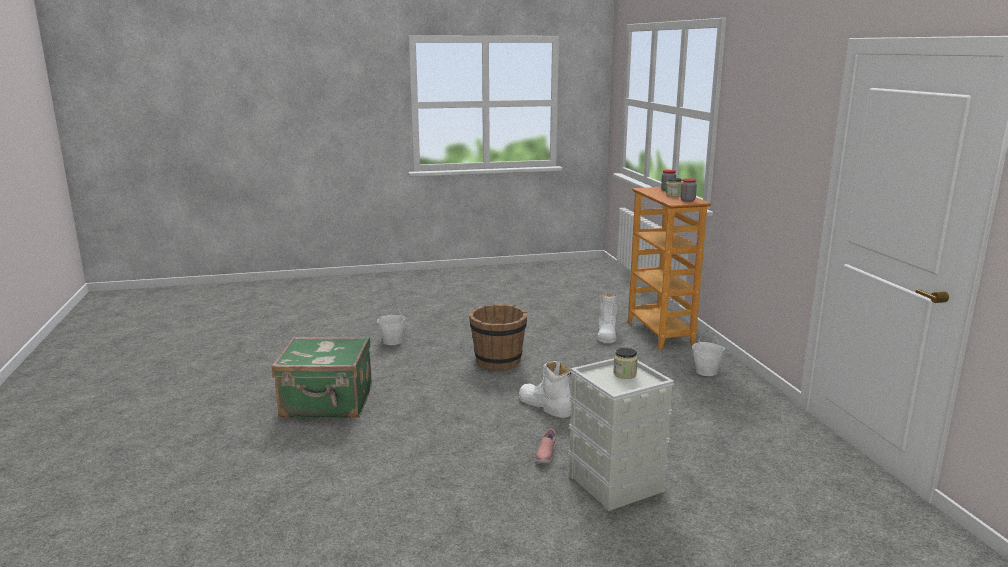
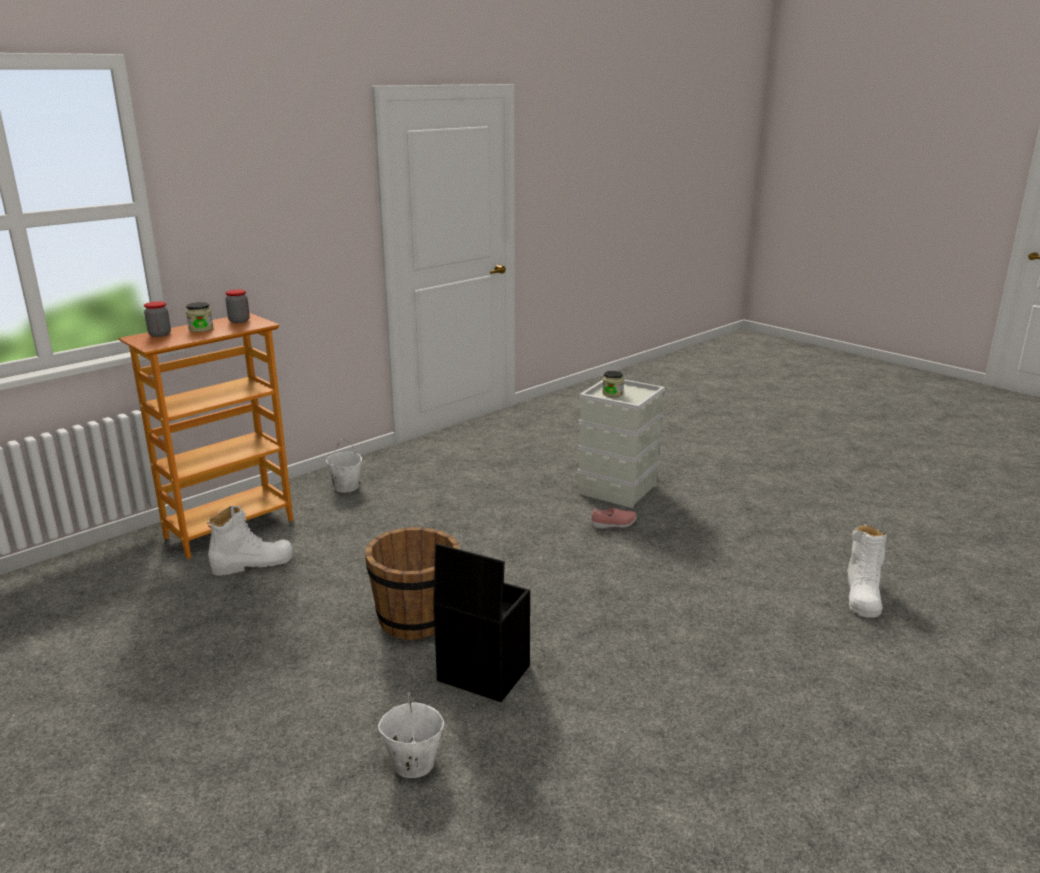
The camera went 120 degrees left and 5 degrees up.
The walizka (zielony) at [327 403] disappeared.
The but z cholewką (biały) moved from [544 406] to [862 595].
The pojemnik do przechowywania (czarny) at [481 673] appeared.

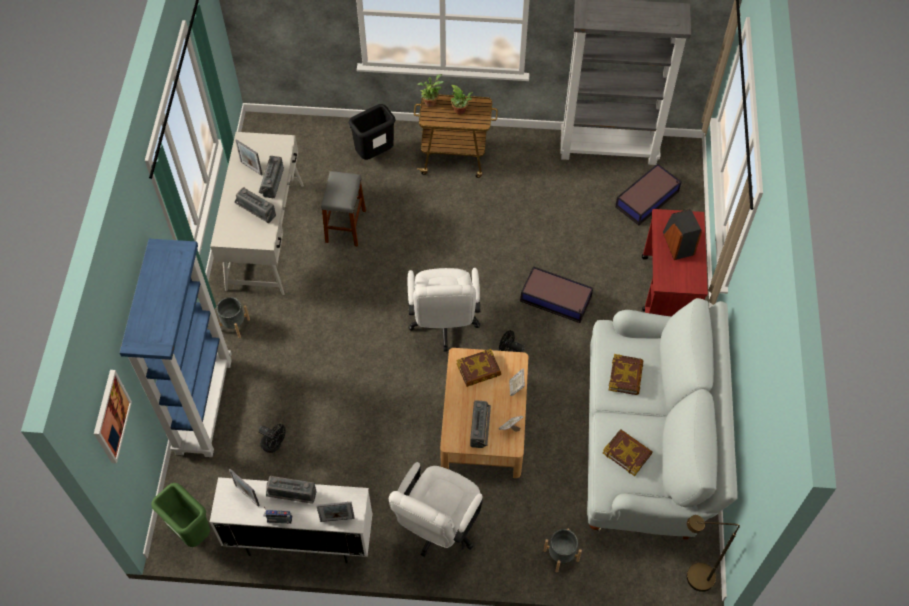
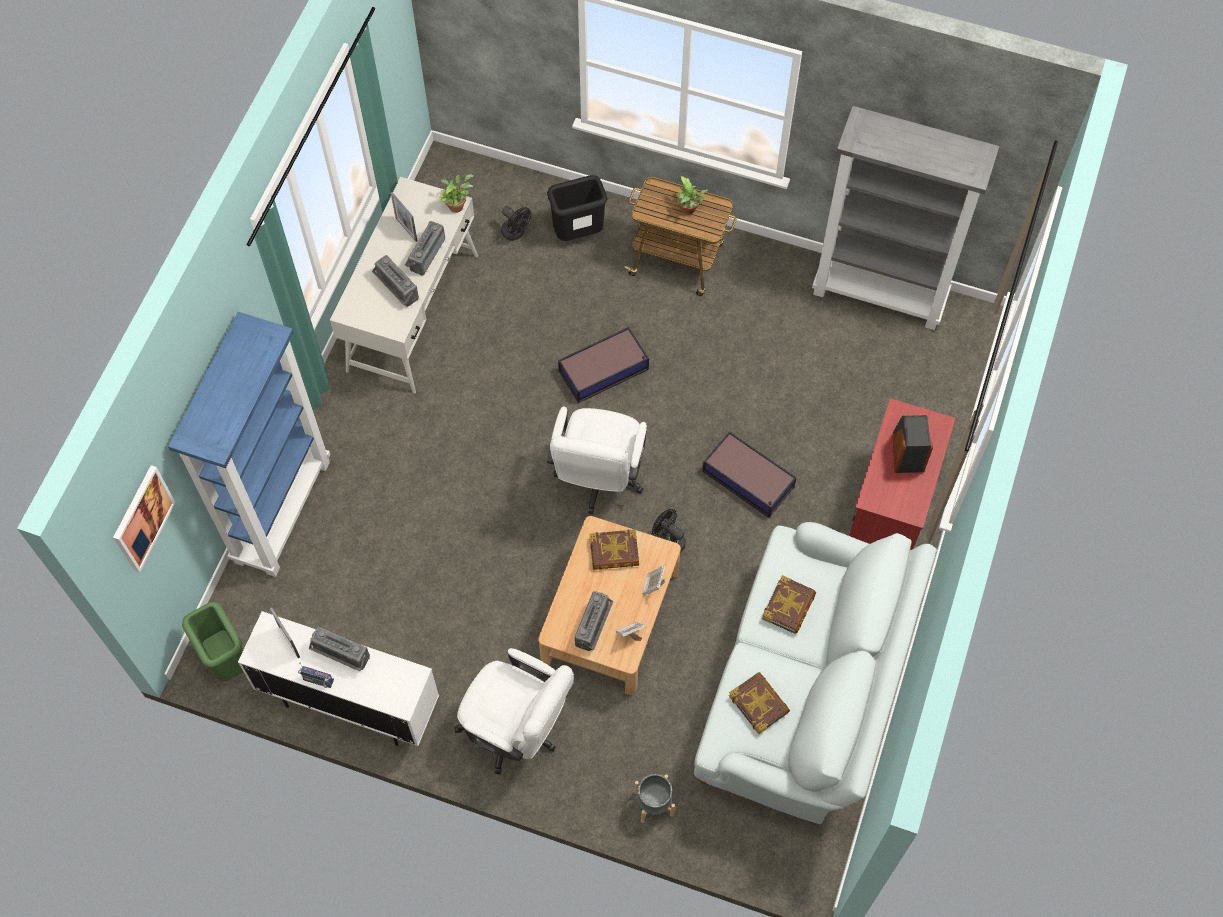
The camera went 15 degrees right and 5 degrees up.
The donica (szary) at [234 325] disappeared.
The wentylator (czarny) moved from [274 445] to [515 233].
The ramka na zdjęcie at [337 519] disappeared.
The stołek (szary) at [345 226] disappeared.
The krzesło biurowe (biały) at [438 527] turned 105 degrees counterclockwise.
The roślina doniczkowa moved from [430 101] to [457 205].
The pojemnik do przechowywania moved from [648 199] to [604 370].
The lampa stojąca (brązowy) at [692 578] disappeared.

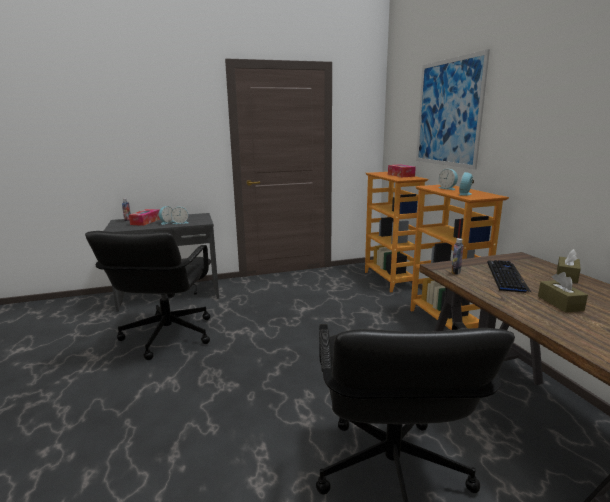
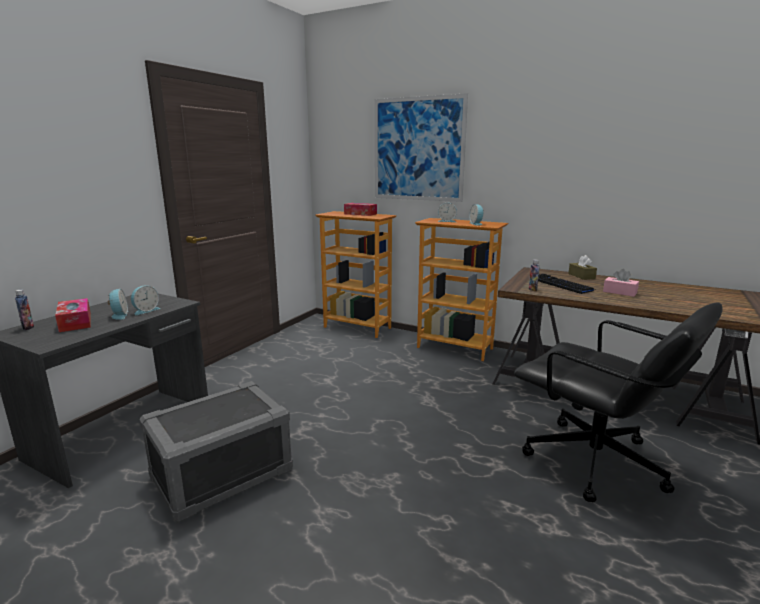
The camera went 45 degrees left and 0 degrees up.
The krzesło biurowe (czarny) at [167 336] was replaced by the pojemnik do przechowywania (szary) at [222 474].
The pudełko chusteczek (brązowy) at [560 303] became the pudełko chusteczek (różowy) at [619 292].

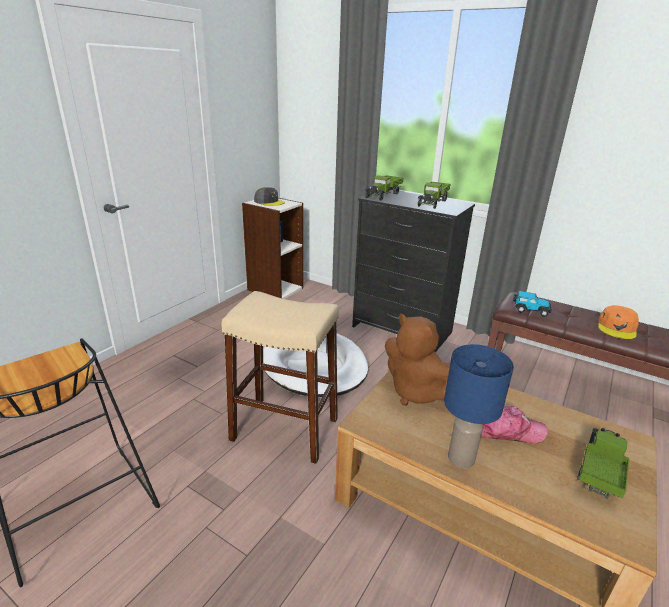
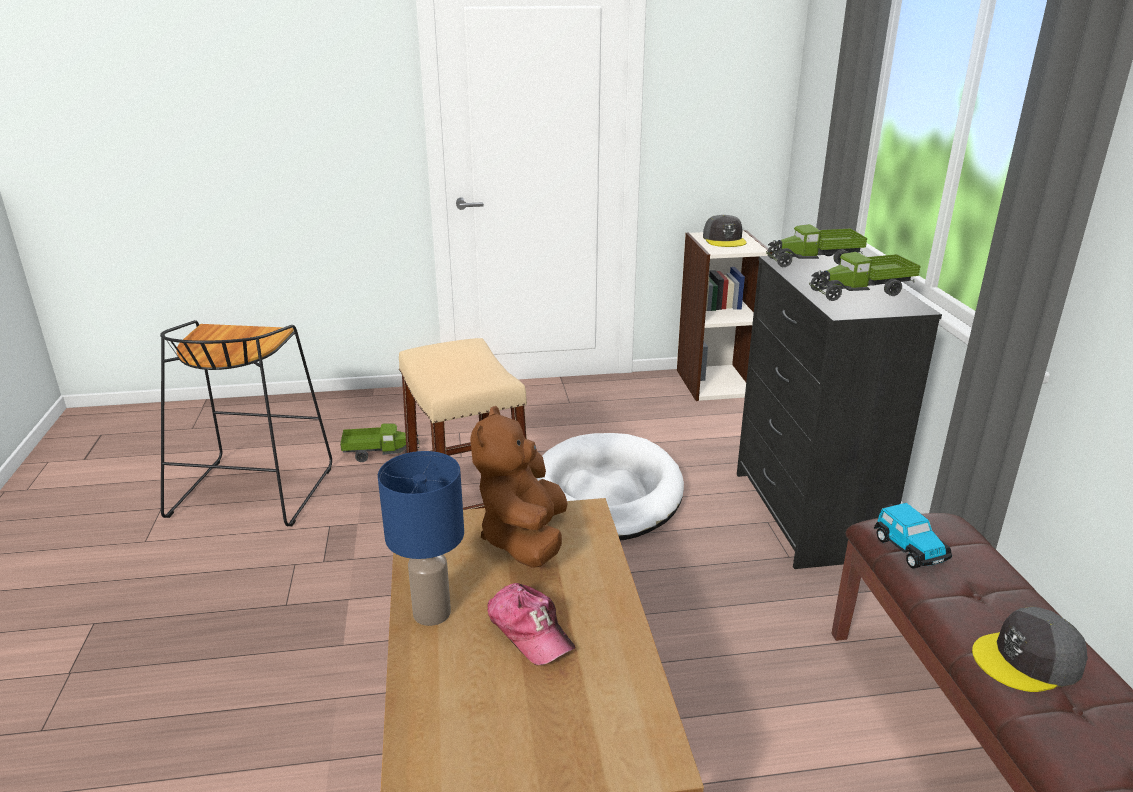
The camera went 50 degrees right and 0 degrees up.
The ciężarówka zabawkowa moved from [599 471] to [381 453].
The czapka z daszkiem (pomarańczowy) at [617 328] became the czapka z daszkiem (szary) at [1028 660].

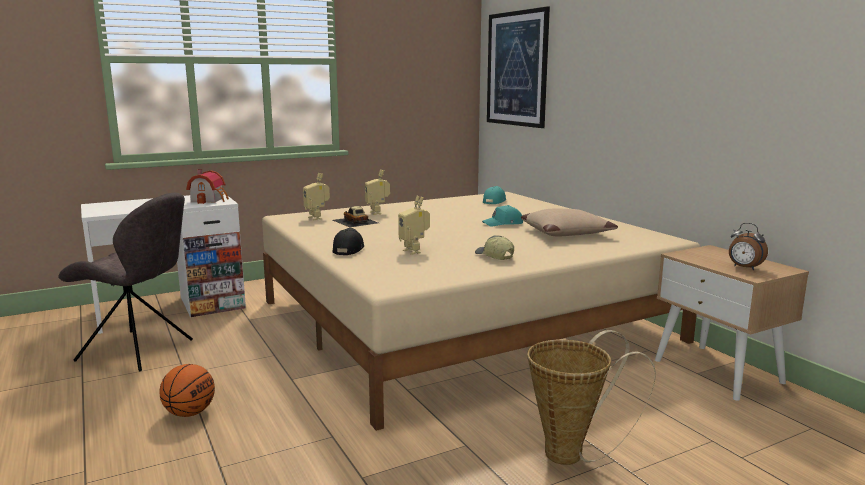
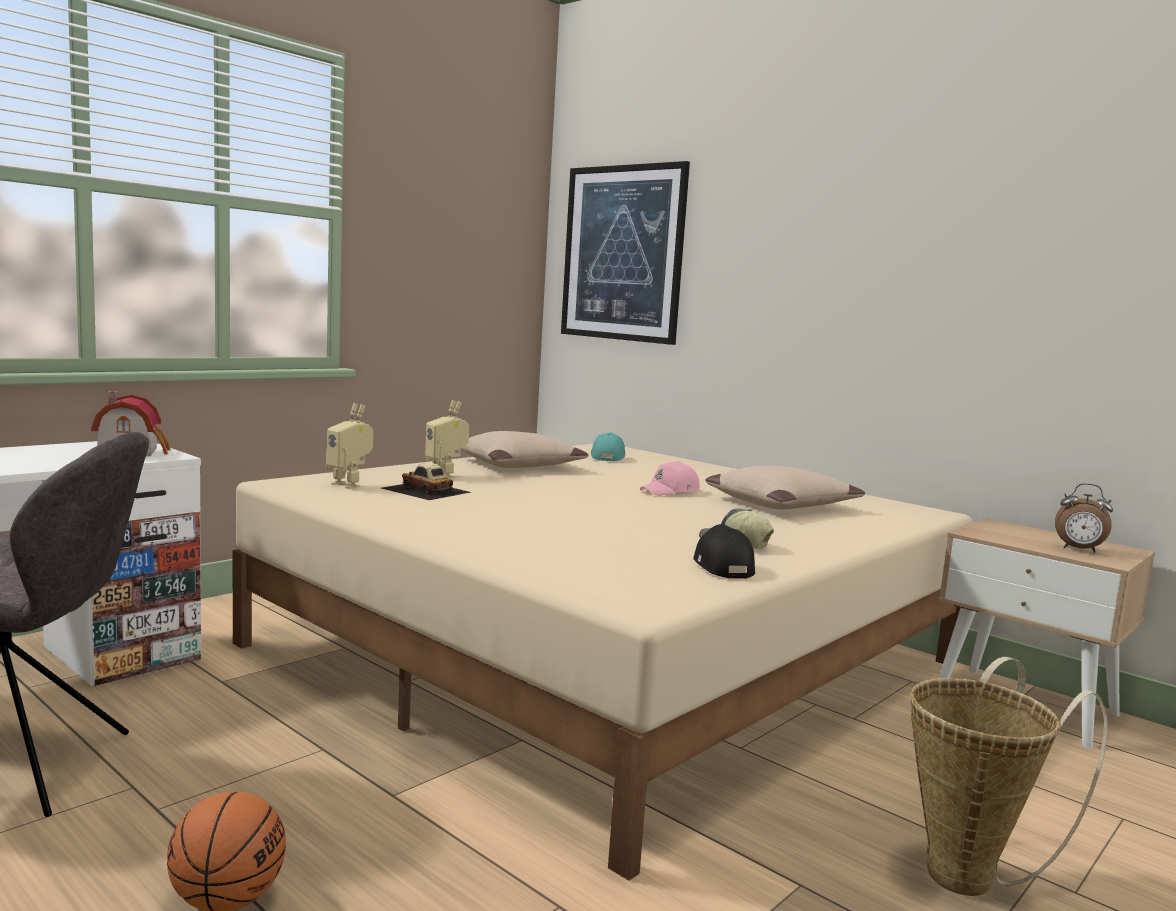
The camera went 20 degrees left and 5 degrees down.
The czapka z daszkiem (czarny) moved from [348 249] to [721 566].
The robot zabawkowy at [414 251] disappeared.
The czapka z daszkiem (turkusowy) at [503 224] became the czapka z daszkiem (różowy) at [671 491].
The poduszka (beżowy) at [518 465] appeared.

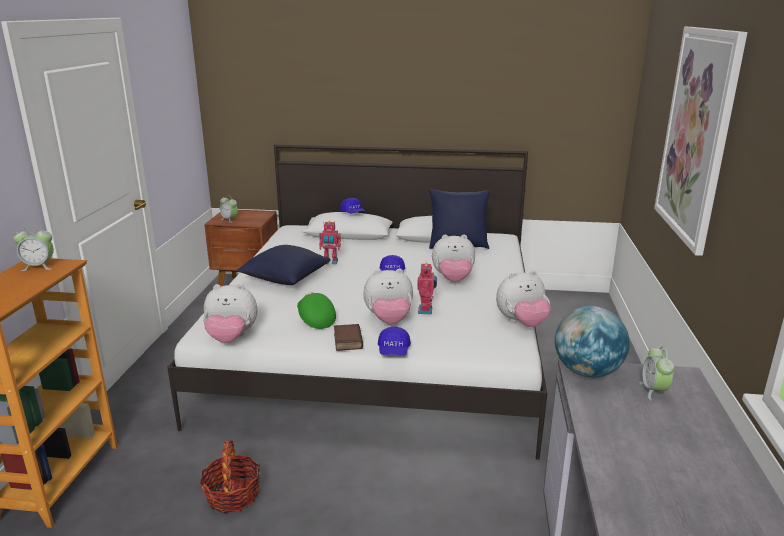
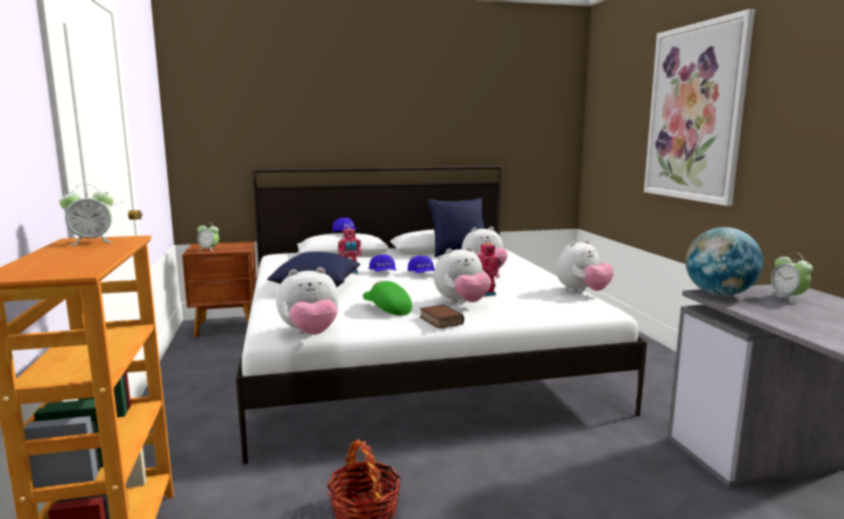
The camera went 20 degrees left and 10 degrees down.
The czapka z daszkiem (niebieski) moved from [393 351] to [383 272].

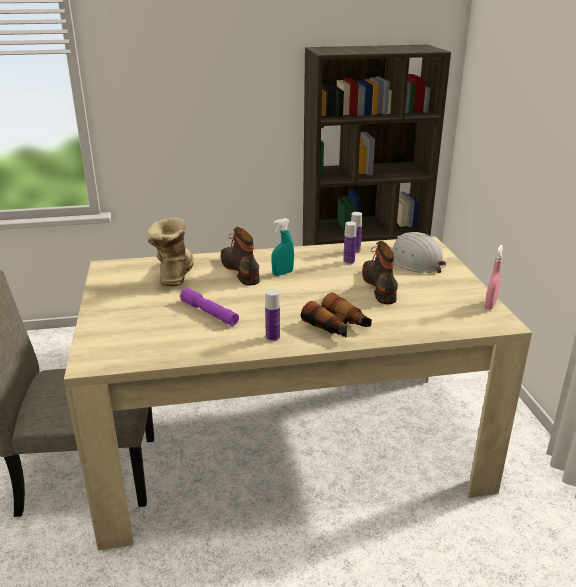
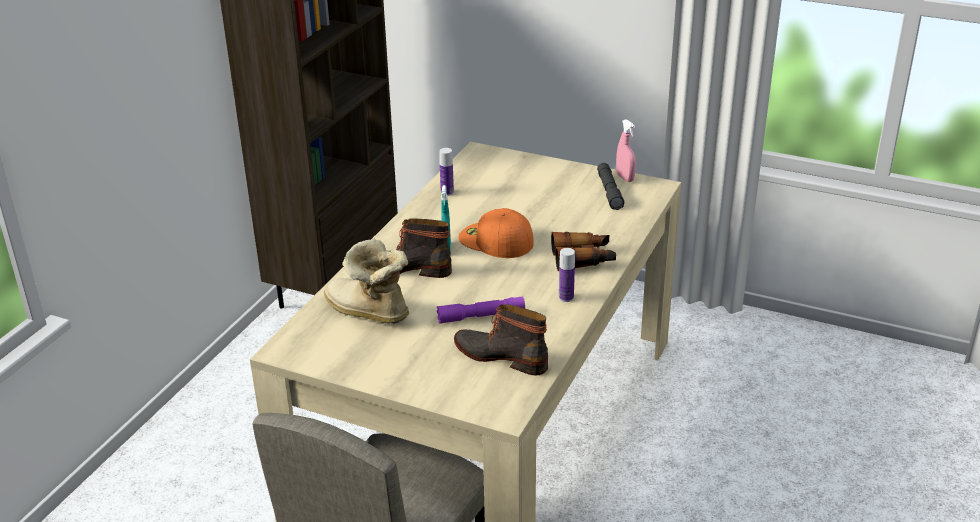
The camera went 55 degrees left and 5 degrees up.
The butelka at [349 262] disappeared.
The but z cholewką moved from [380 286] to [502 356].
The kask (biały) at [413 261] disappeared.
The czapka z daszkiem (pomarańczowy) at [495 240] appeared.
The latarka (szary) at [609 191] appeared.

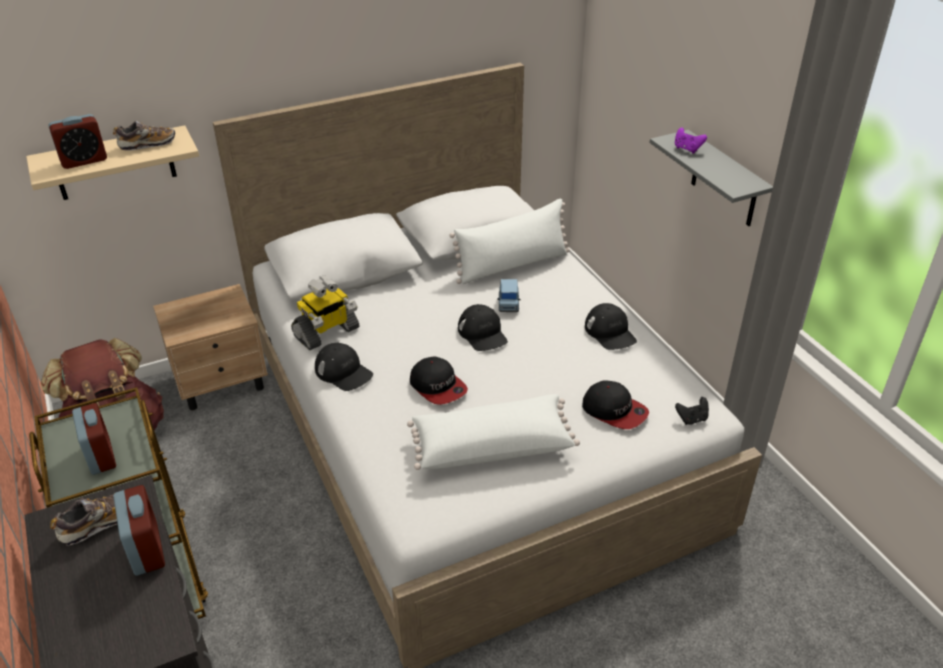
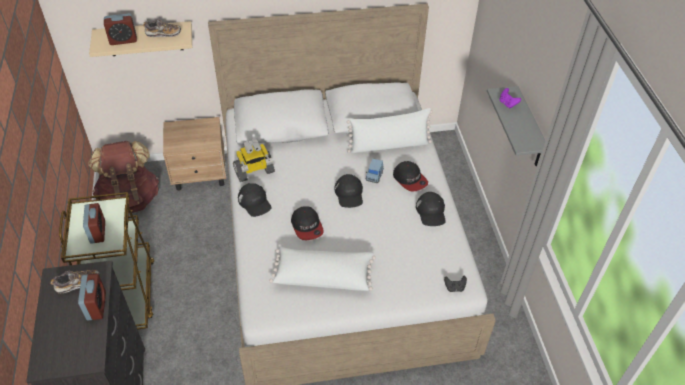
The camera went 15 degrees right and 10 degrees up.
The czapka z daszkiem moved from [614 411] to [410 179].

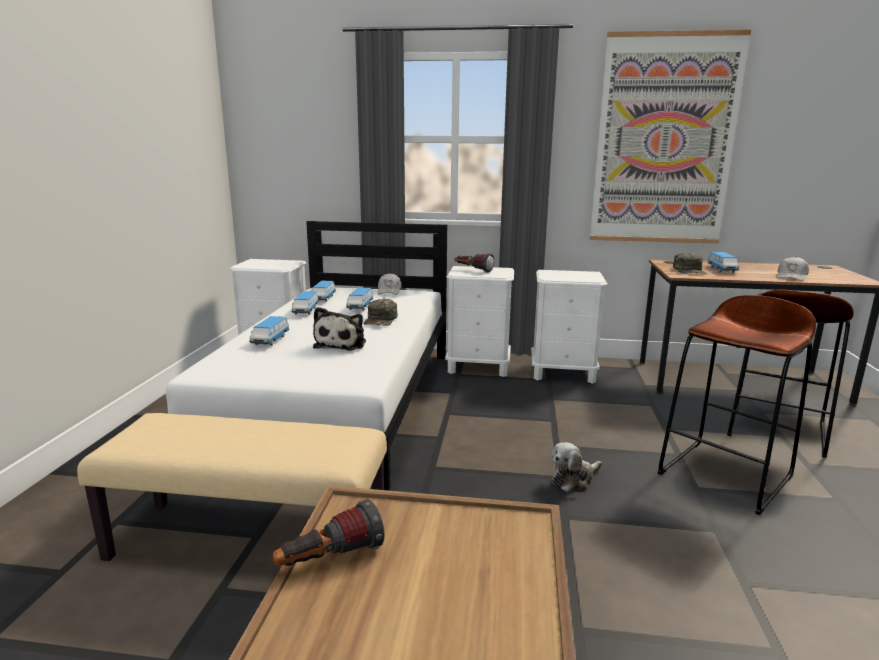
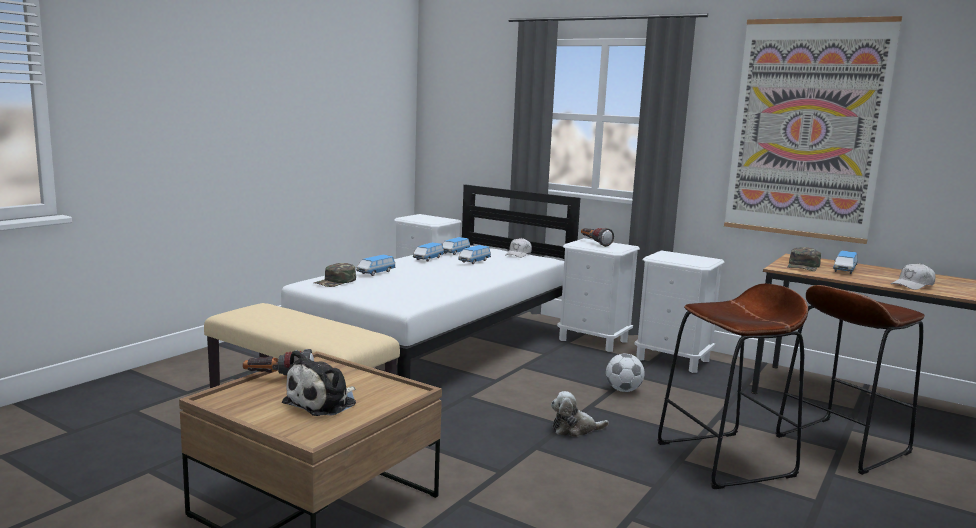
The camera went 25 degrees right and 5 degrees down.
The pluszak moved from [342 344] to [323 403].
The czapka z daszkiem (zielony) moved from [381 319] to [335 282].
The piłka futbolowa at [623 390] appeared.

